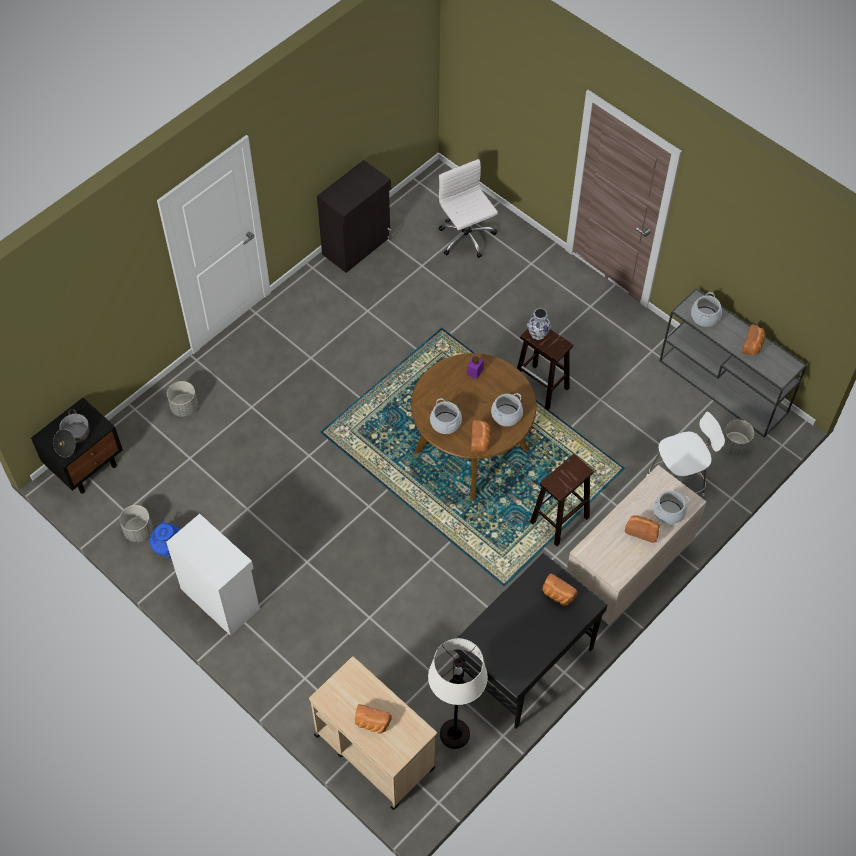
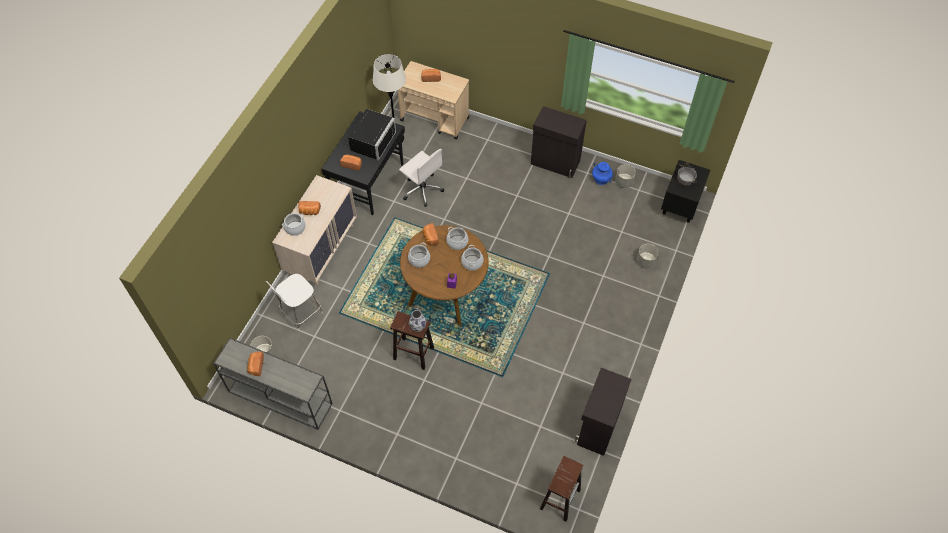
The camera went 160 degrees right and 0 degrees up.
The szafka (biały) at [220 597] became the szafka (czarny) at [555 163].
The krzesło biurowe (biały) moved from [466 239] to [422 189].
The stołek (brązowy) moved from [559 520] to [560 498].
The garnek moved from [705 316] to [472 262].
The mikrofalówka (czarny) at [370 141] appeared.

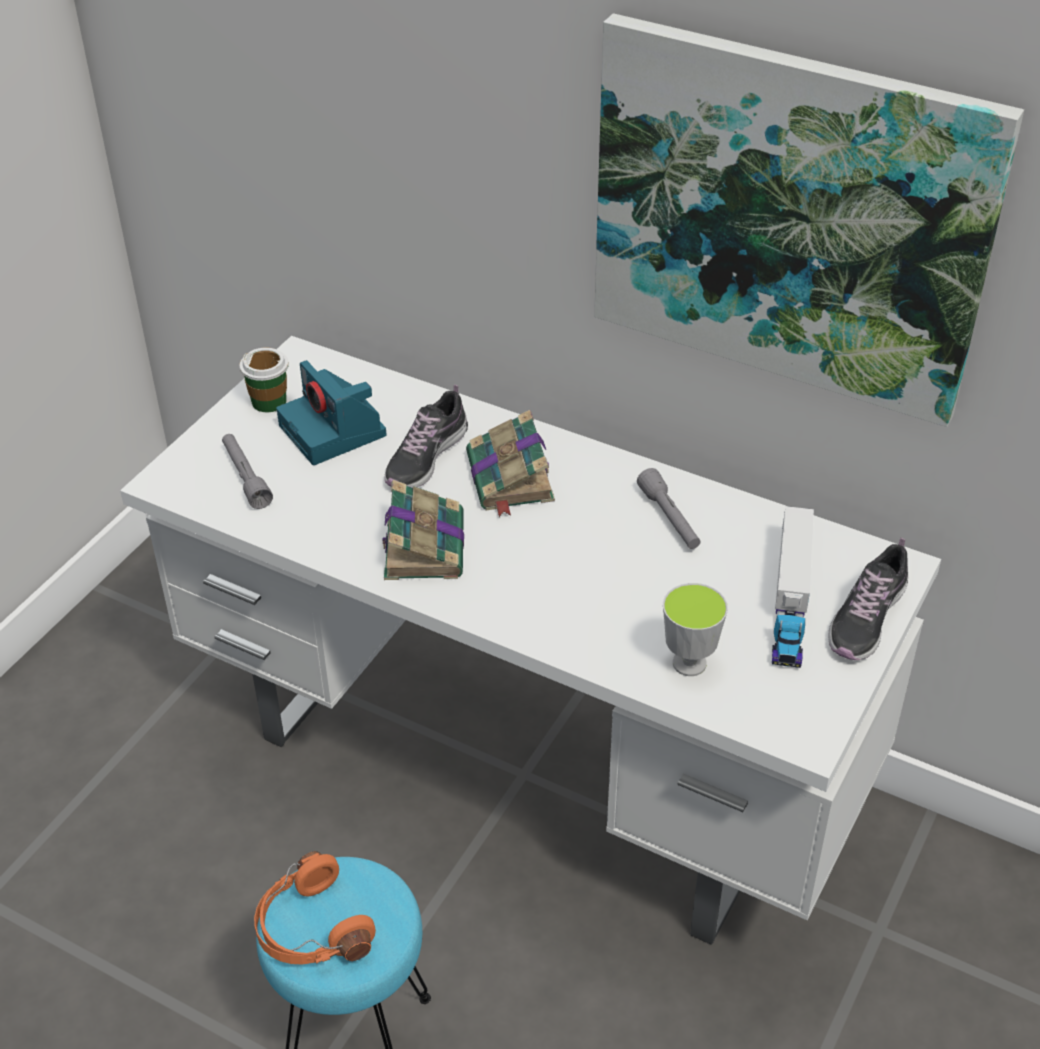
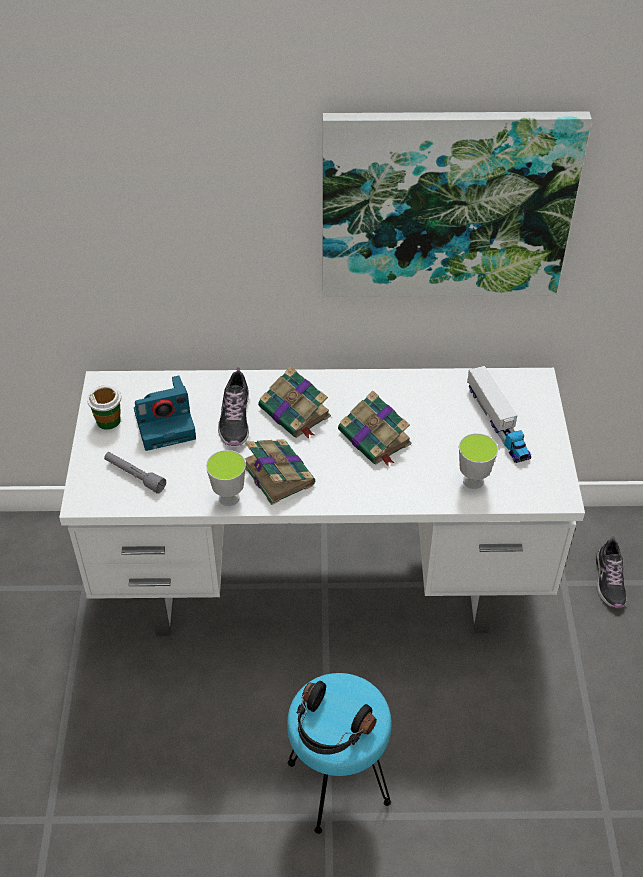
The camera went 30 degrees left and 5 degrees up.
The słuchawki (pomarańczowy) at [310 929] became the słuchawki (czarny) at [329 728].
The aparat fotograficzny at [334 431] turned 45 degrees counterclockwise.
The latarka (szary) at [669 519] disappeared.
The but moved from [866 618] to [609 580].
The filiżanka at [229 498] appeared.
The książka at [375 438] appeared.

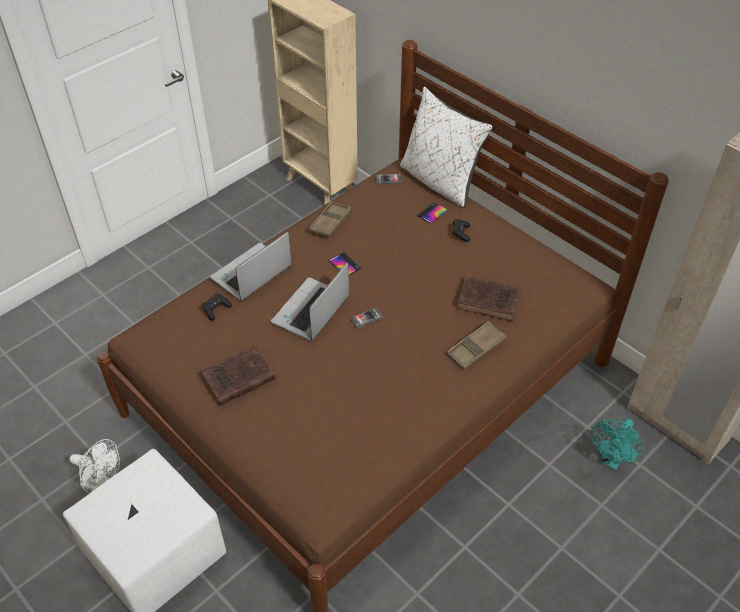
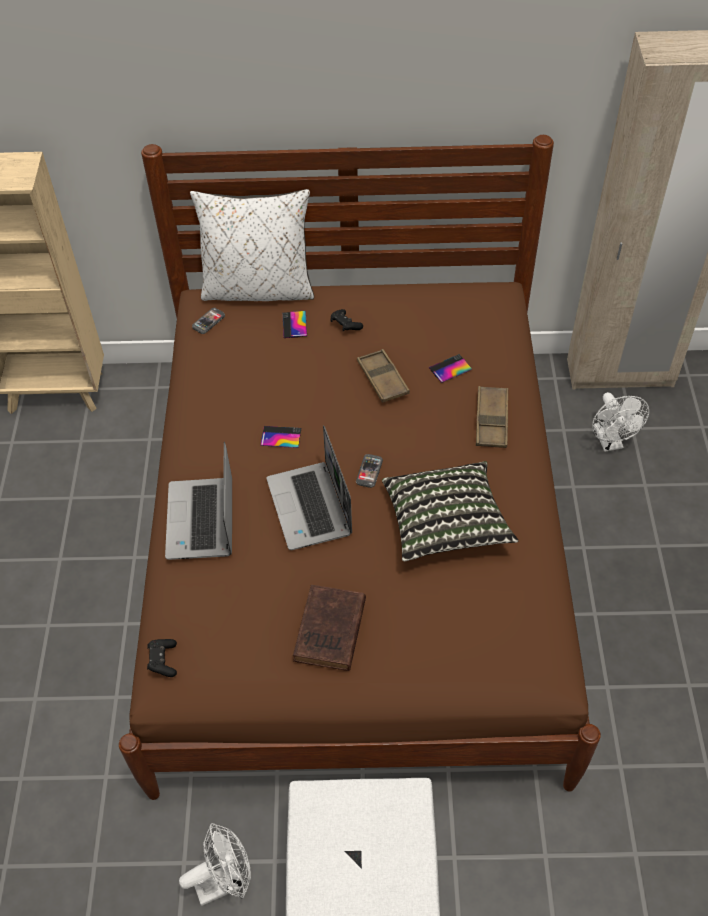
The camera went 45 degrees left and 5 degrees up.
The pad do gier (czarny) moved from [216 310] to [163 661].
The taca (brązowy) moved from [330 222] to [382 379].
The książka (brązowy) at [490 301] was replaced by the telefon at [450 368].
The wentylator (turkusowy) at [611 460] became the wentylator (biały) at [610 442].
The poduszka at [445 523] appeared.

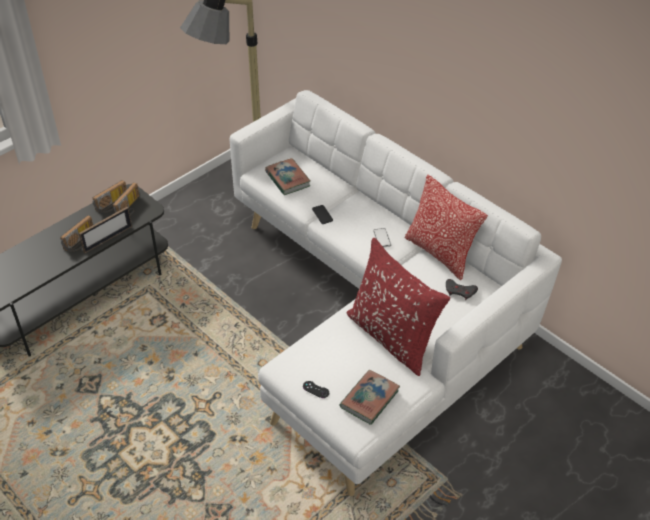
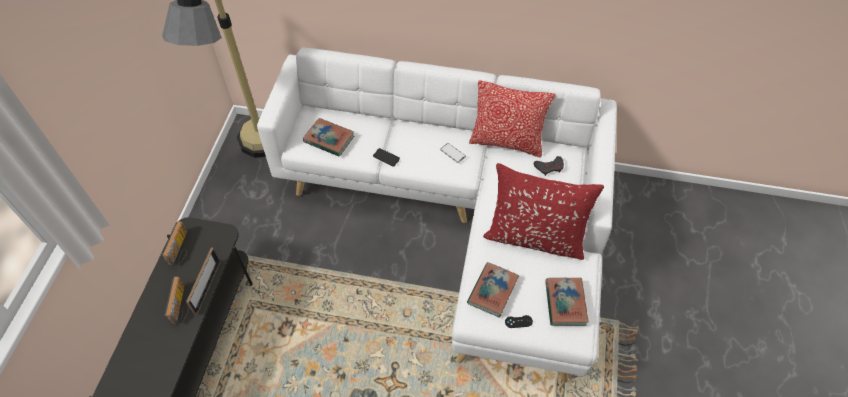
The camera went 35 degrees left and 10 degrees up.
The radio at [129 208] disappeared.
The książka at [492 291] appeared.

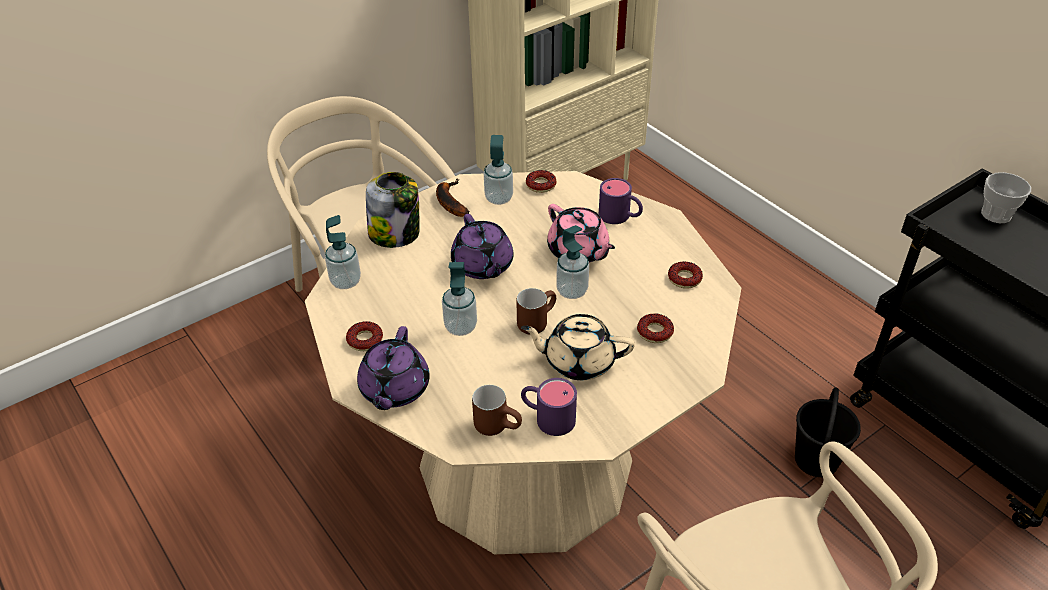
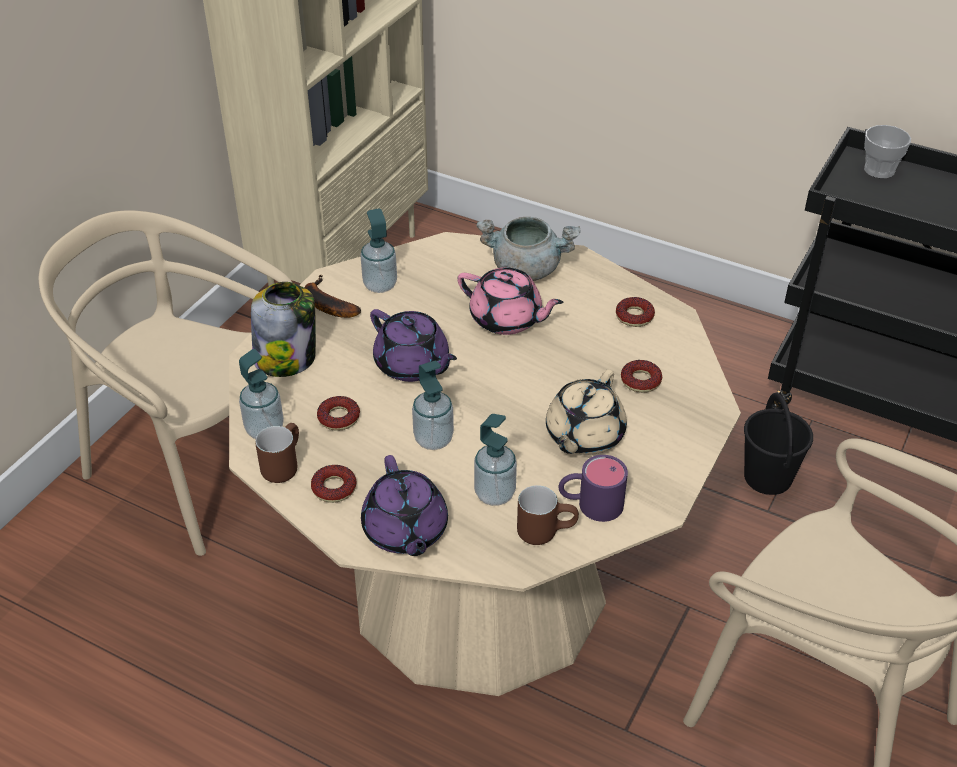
The camera went 25 degrees left and 0 degrees up.
The kubek (brązowy) moved from [535 321] to [281 464].
The imbryk (beżowy) at [578 361] turned 45 degrees counterclockwise.
The donut moved from [541 185] to [339 417].
The dozownik mydła moved from [572 291] to [494 494].
The kubek (fioletowy) at [620 217] was replaced by the garnek (szary) at [526 269].

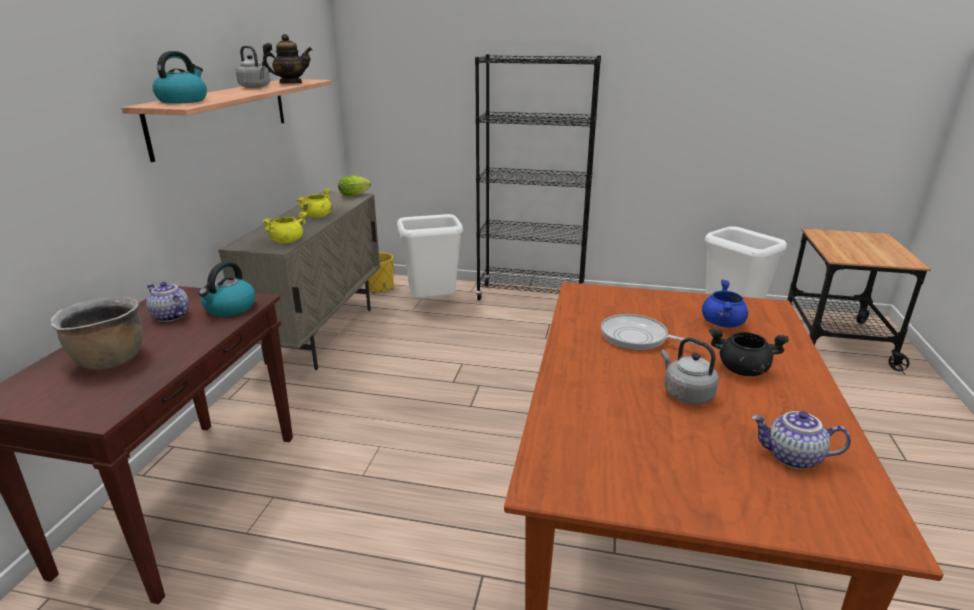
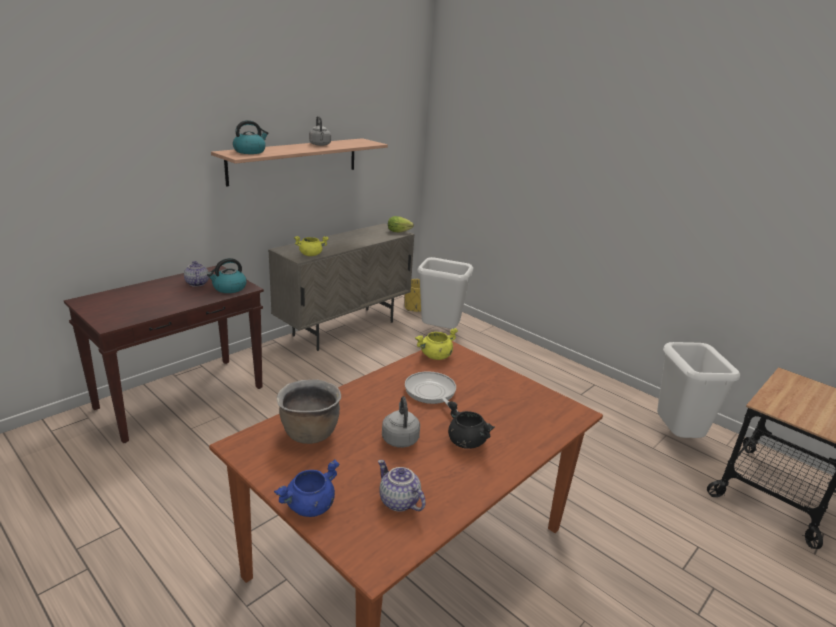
The camera went 30 degrees right and 0 degrees up.
The garnek (brązowy) moved from [109 360] to [309 433].
The imbryk at [290 83] disappeared.
The garnek (żółty) moved from [317 216] to [435 356].
The regał (czarny) at [531 297] disappeared.
The garnek (niebieski) moved from [723 324] to [309 507].

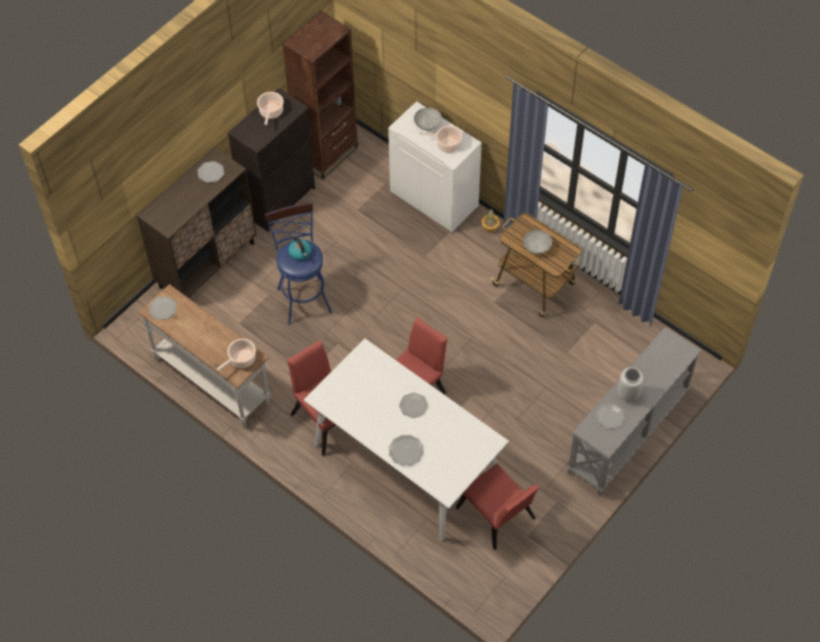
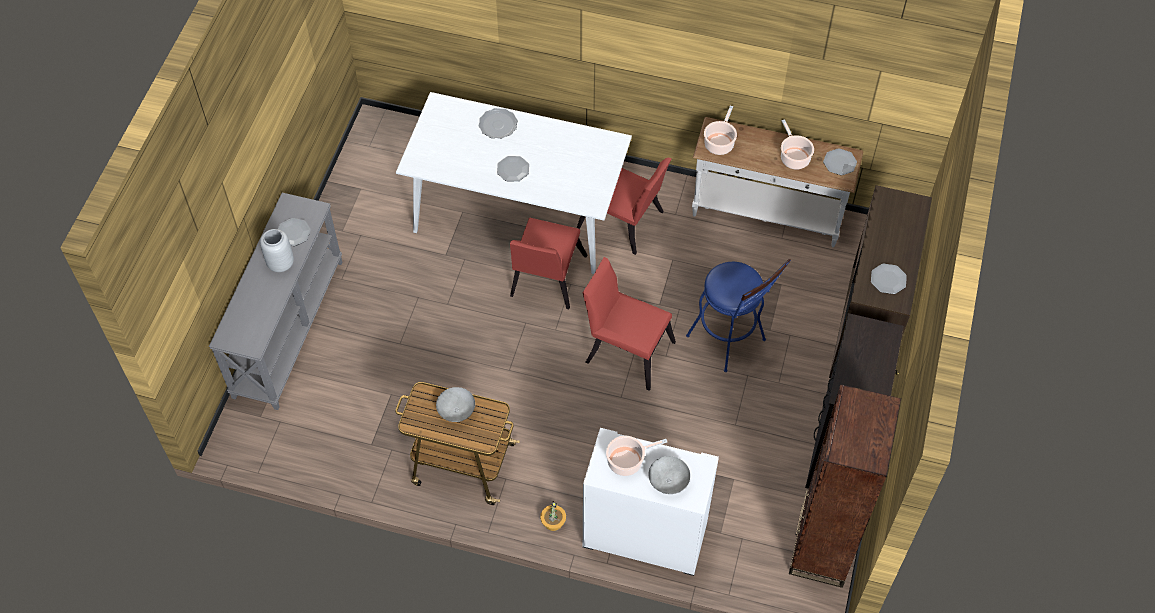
The camera went 155 degrees right and 0 degrees up.
The garnek moved from [271 112] to [794 157].
The czajnik at [300 253] disappeared.
The krzesło (czerwony) moved from [498 517] to [625 349].

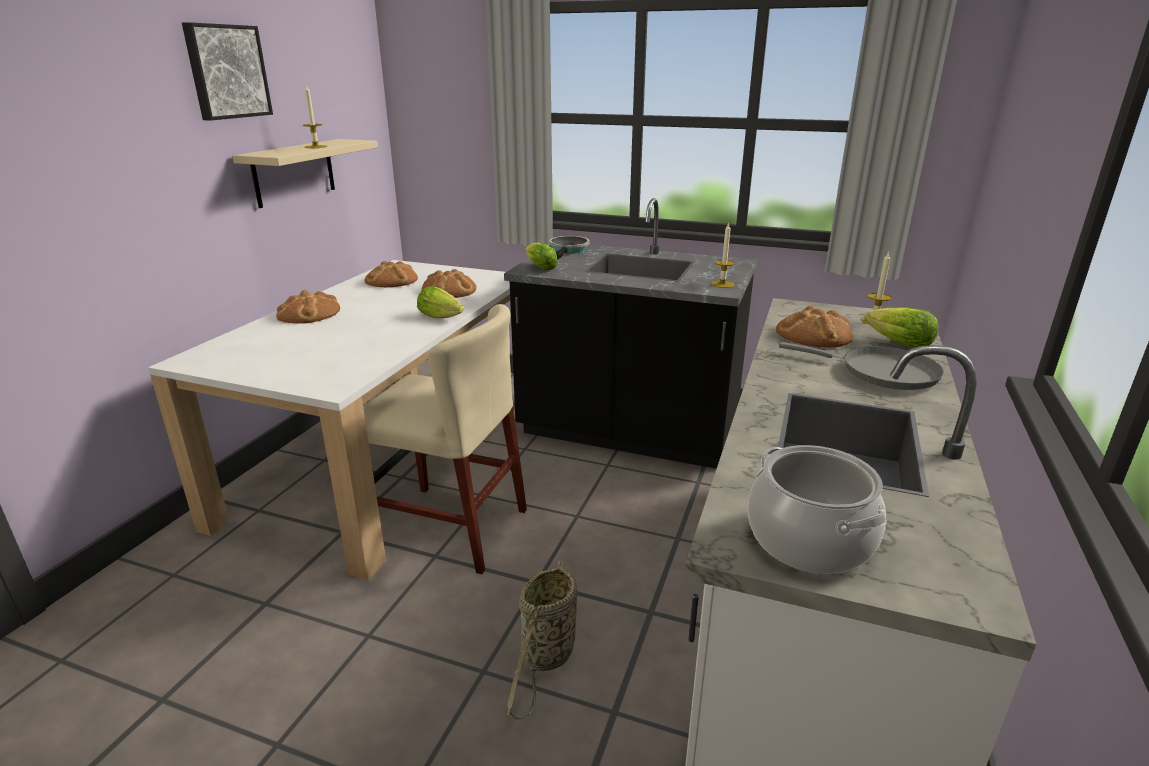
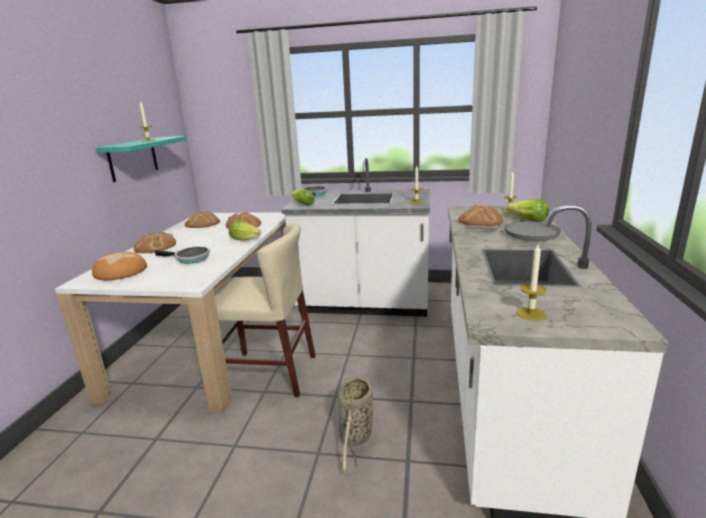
The camera went 10 degrees left and 5 degrees down.
The obraz at [226 72] disappeared.
The półka (beżowy) at [294 172] became the półka (turkusowy) at [133 158].
The zabudowa kuchenna (czarny) at [628 432] became the zabudowa kuchenna (biały) at [364 303].
The garnek at [810 539] was replaced by the świeca at [530 313].
The chleb at [121 271] appeared.
The patelnia at [190 259] appeared.

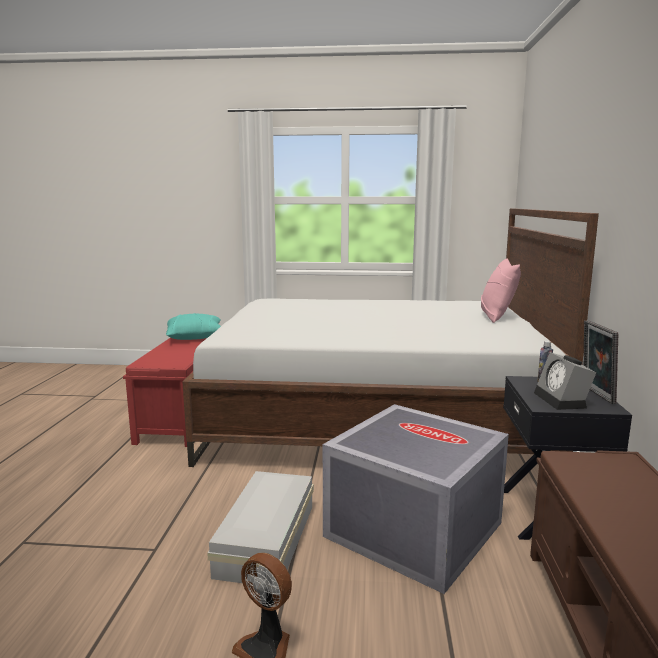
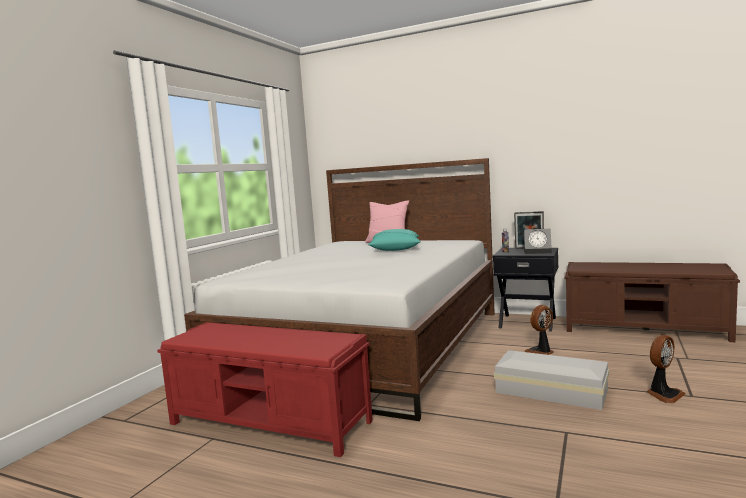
The camera went 70 degrees left and 5 degrees down.
The poduszka (turkusowy) moved from [195 337] to [395 249].
The pojemnik do przechowywania (szary) at [410 530] was replaced by the wentylator at [541 351].

